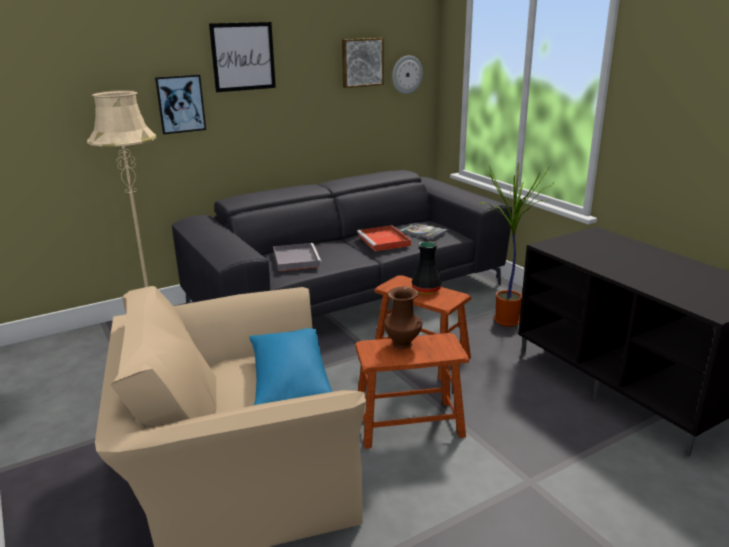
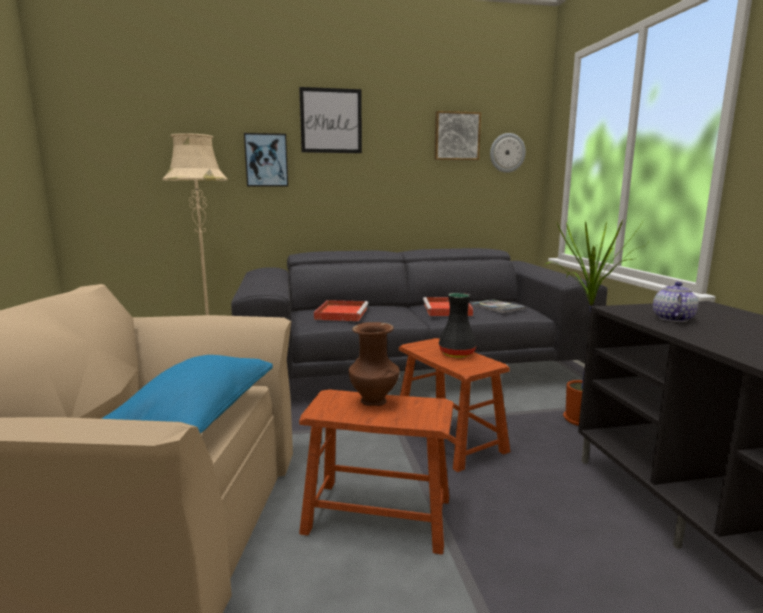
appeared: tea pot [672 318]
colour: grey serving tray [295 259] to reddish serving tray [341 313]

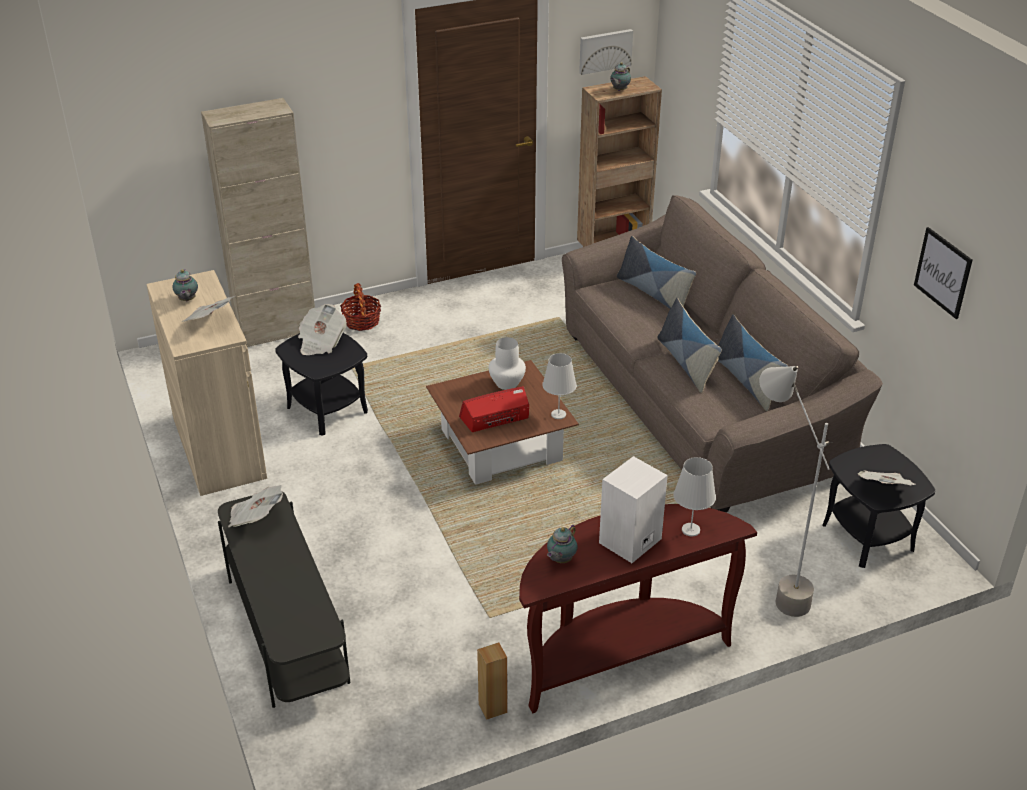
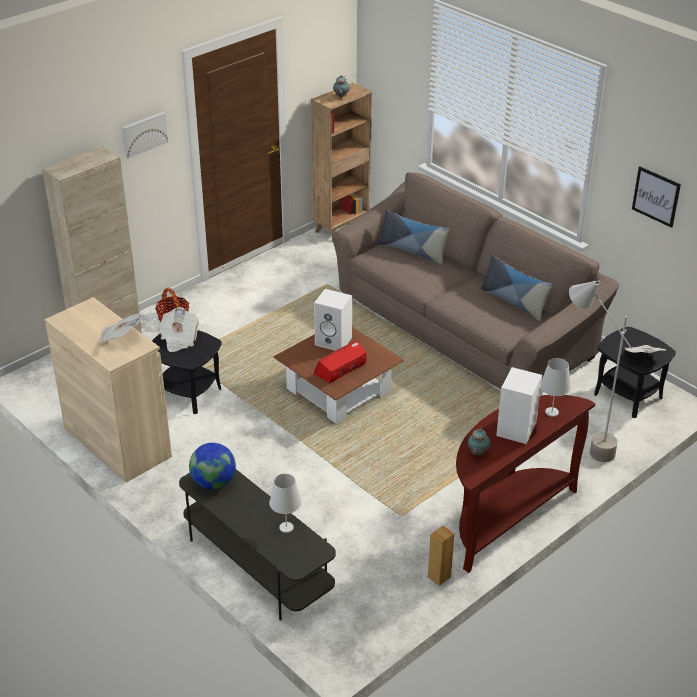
missing: tea pot [187 300]; throw pillow [686 363]
relocated: whitish table lamp [558 414] to [286 527]; wall picture [605 50] to [143 134]
exchanged: newspaper [256 518] to desk globe [213 482]; whitish decorative vase [507 383] to whitish loudspeaker [334 341]

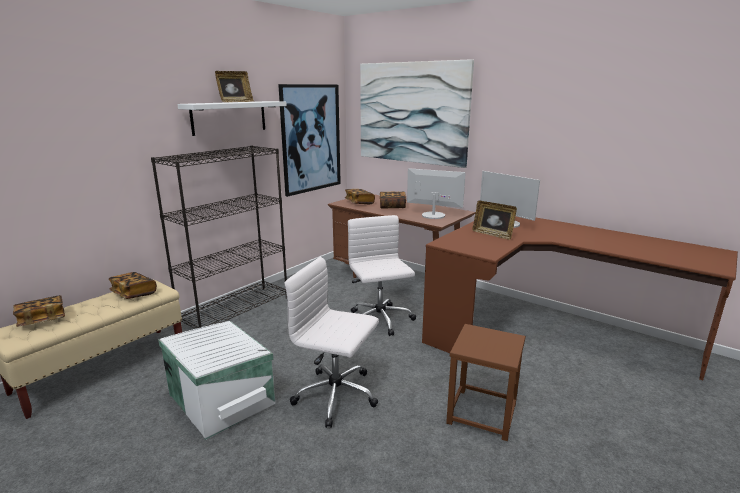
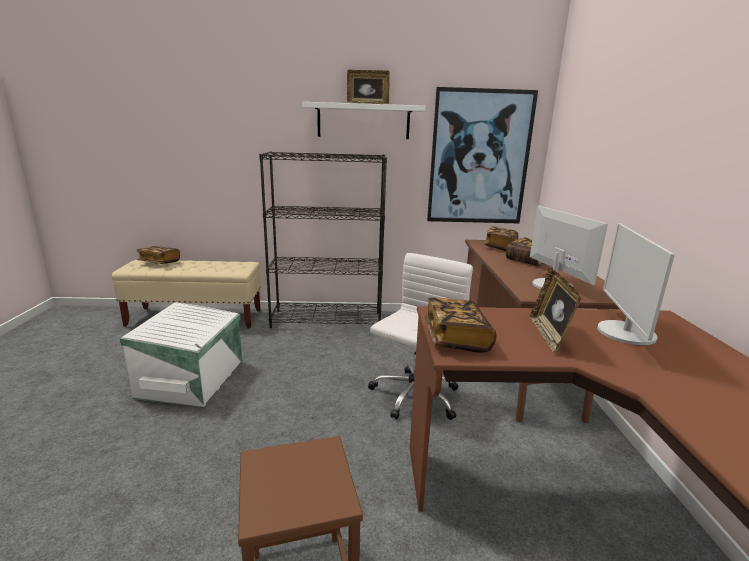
missing: whitish office chair [337 396]; wall picture [412 113]
relocated: bound book [134 293] to [456 339]

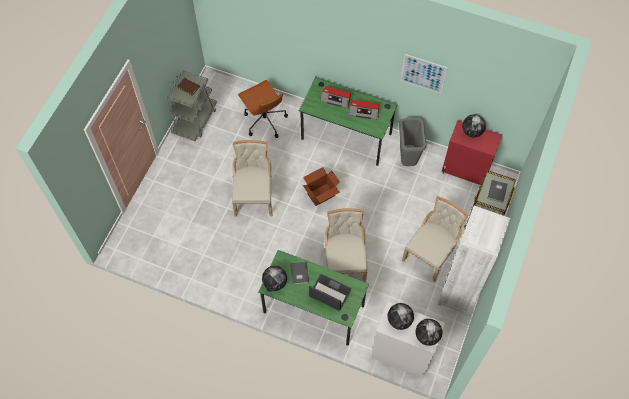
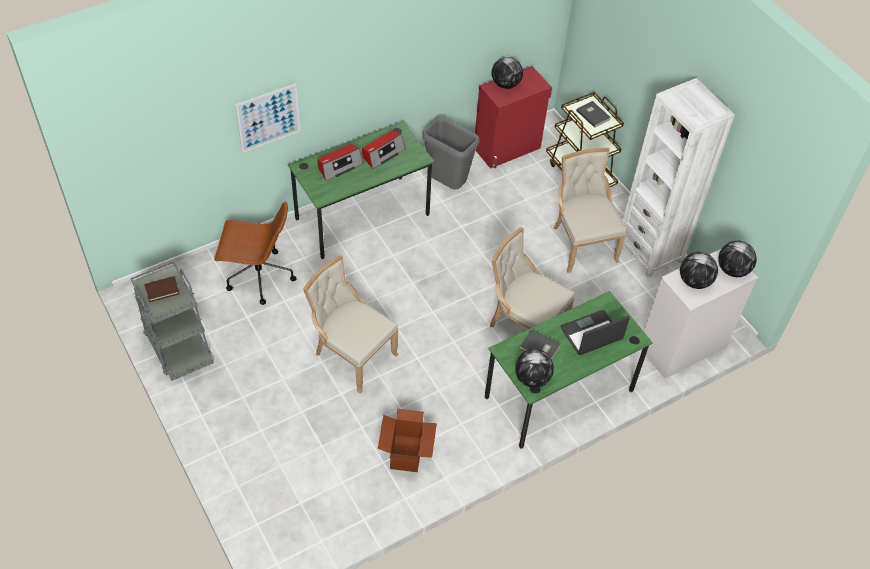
relocated: cardboard box [321 195] to [407 453]; wall picture [423 73] to [268 118]

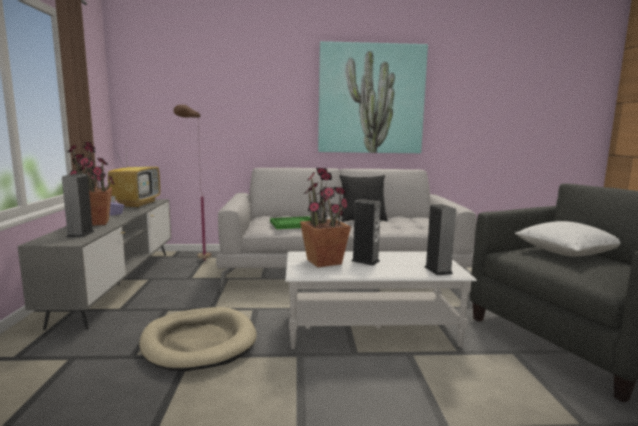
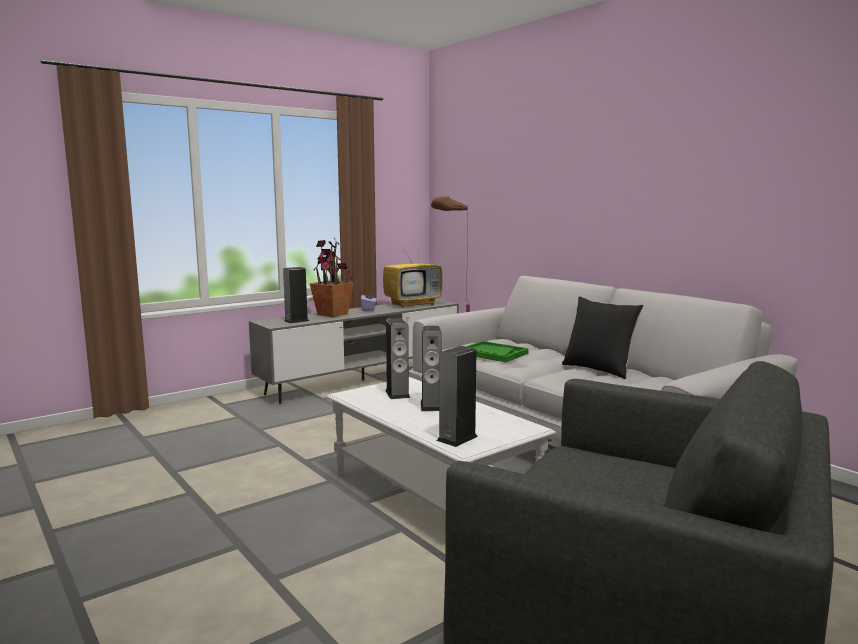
missing: beige pet bed [199 342]; wall picture [371 99]; whitish throw pillow [566 253]
exchanged: potted plant [324 262] to loudspeaker [397 394]

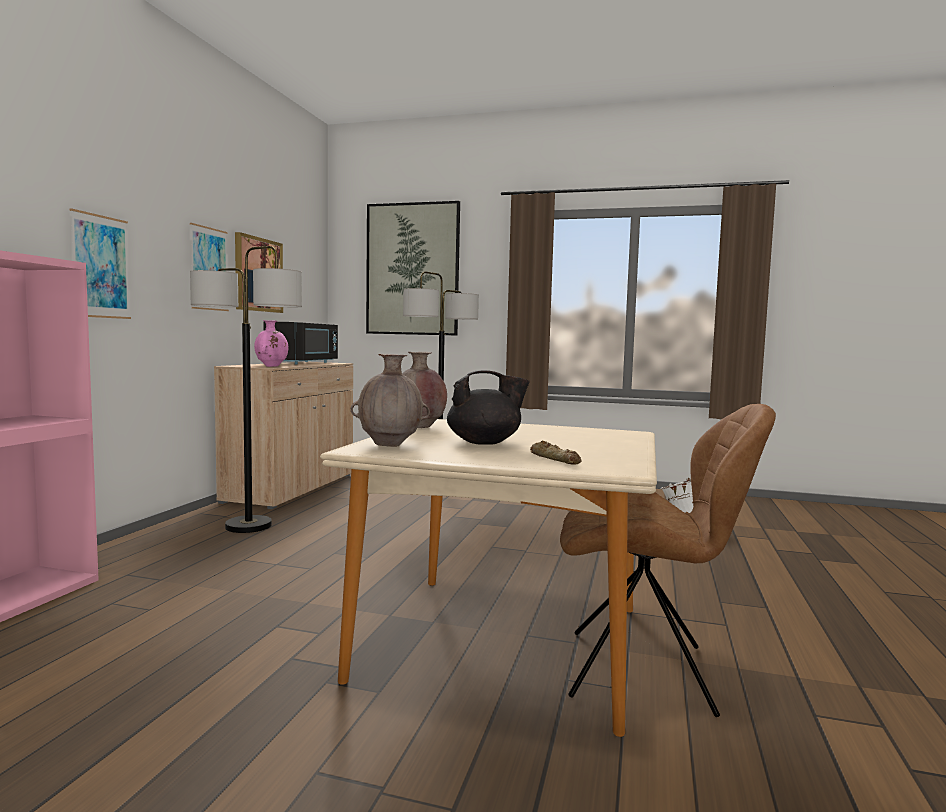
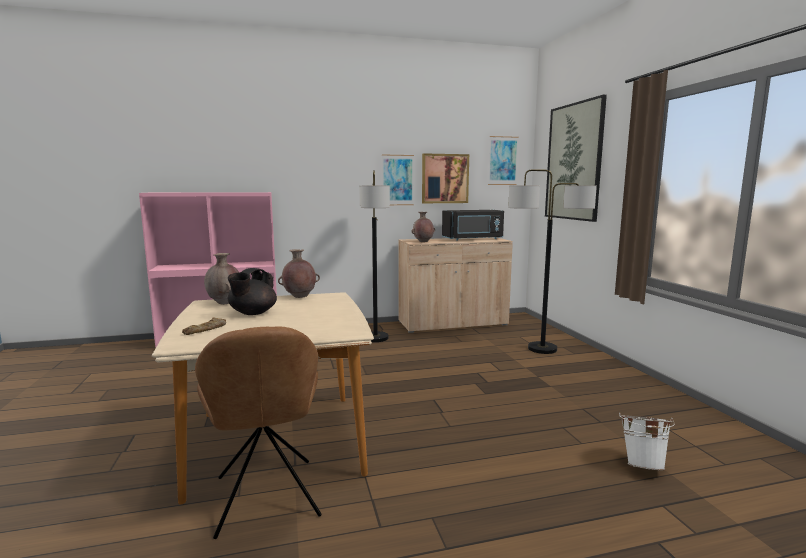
relocated: wall picture [101 267] to [503 160]
colour: pinkish decorative vase [271 366] to brownish decorative vase [423 242]
spun: blackish tea pot [485 443] = [252 313] 60 degrees clockwise

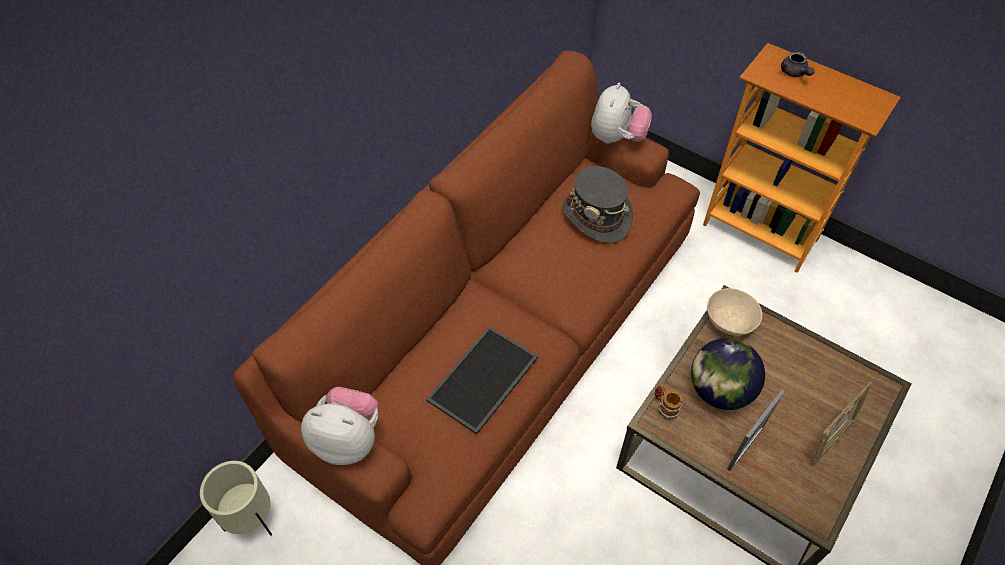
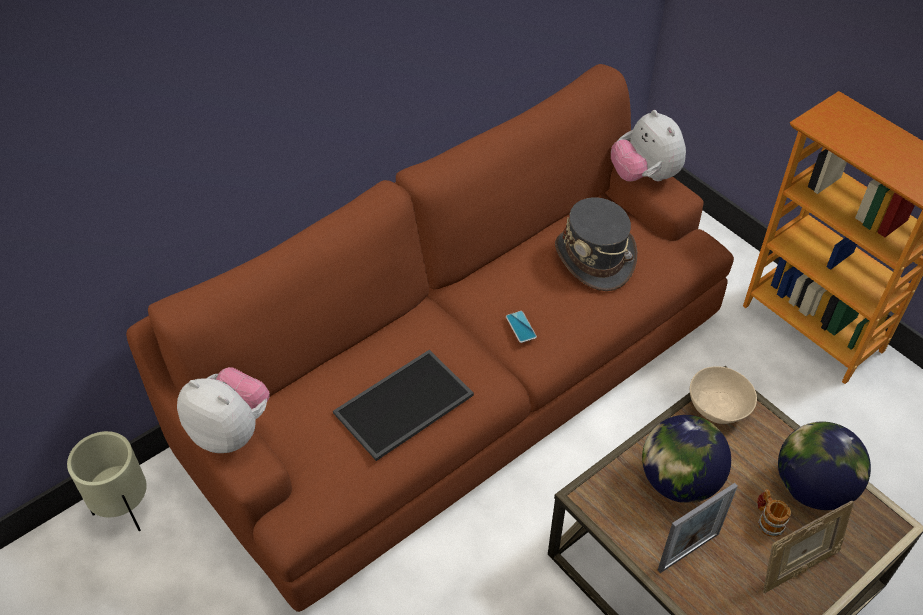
missing: grey tea pot [794 73]
appeared: phone [521 327]; desk globe [812 487]
relocated: tea mug [665 407] to [767 520]
spun: soft toy [617 138] = [644 176] 120 degrees clockwise

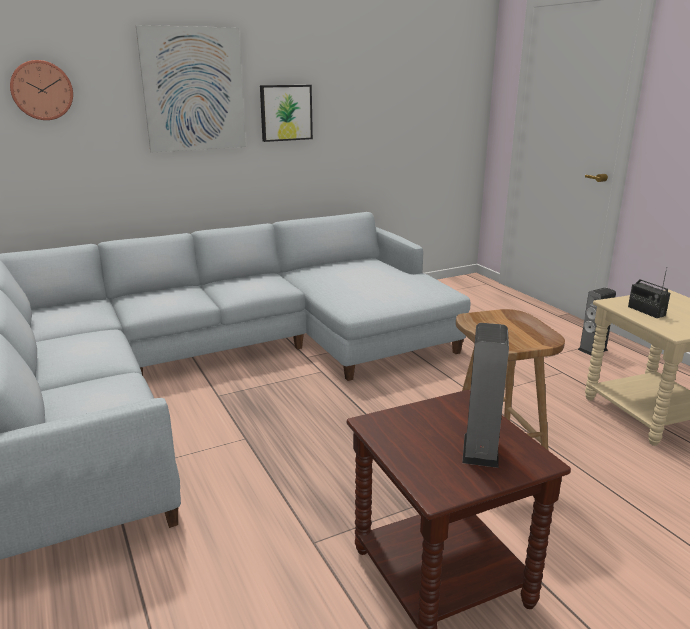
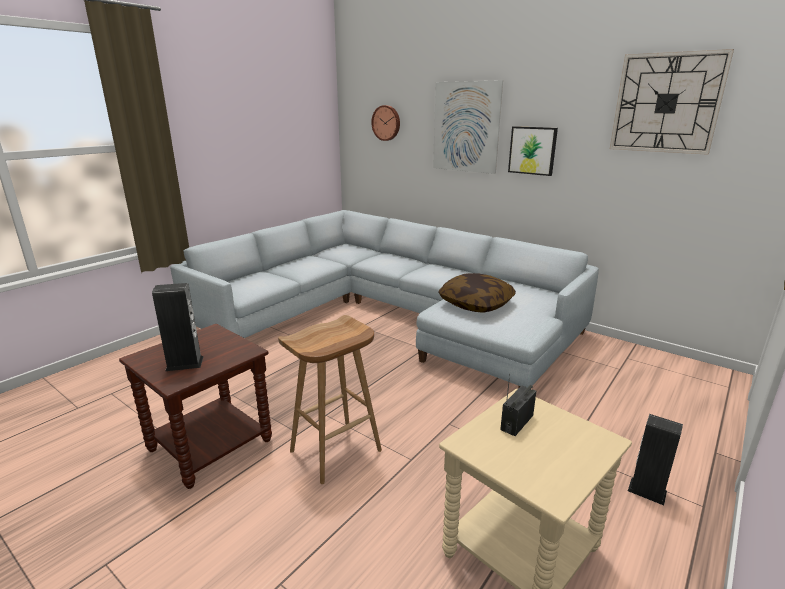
appeared: throw pillow [476 304]; clock on the wall [666 103]

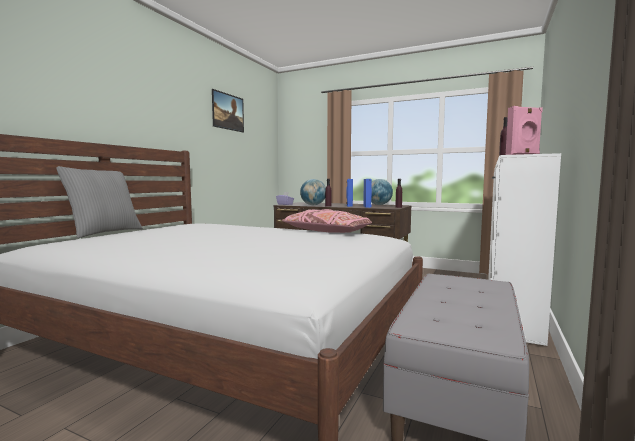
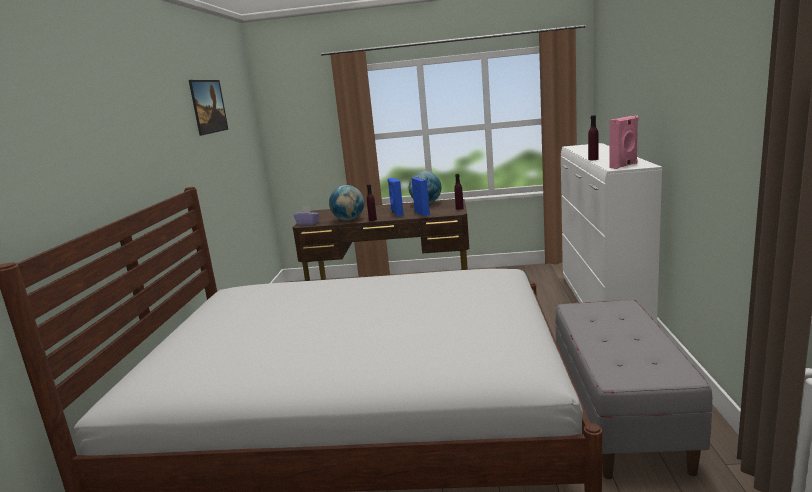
missing: grey throw pillow [104 233]; pinkish throw pillow [326 231]

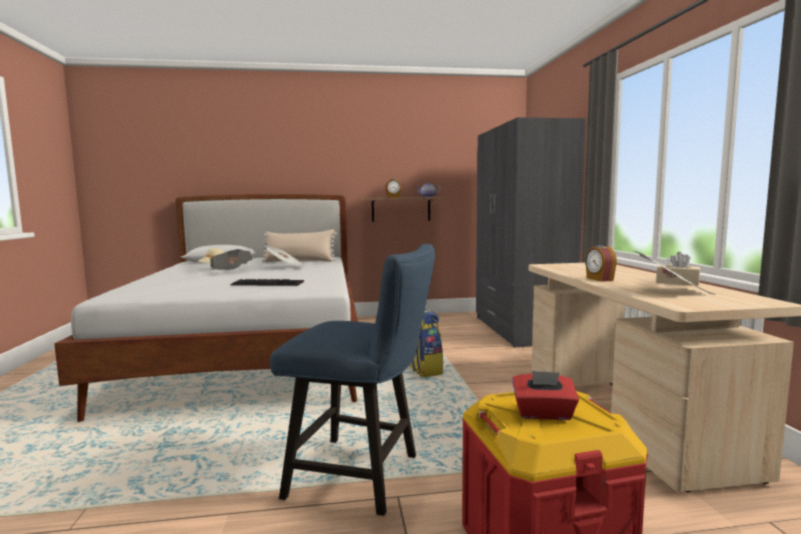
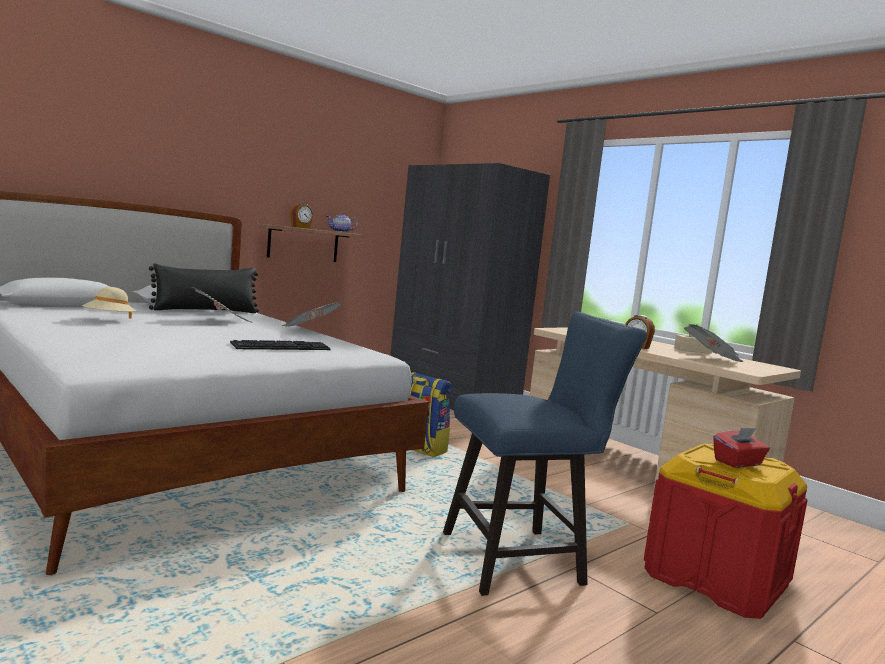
relocated: newspaper [231 272] to [310 330]
colour: beige throw pillow [299 261] to blackish throw pillow [205 311]

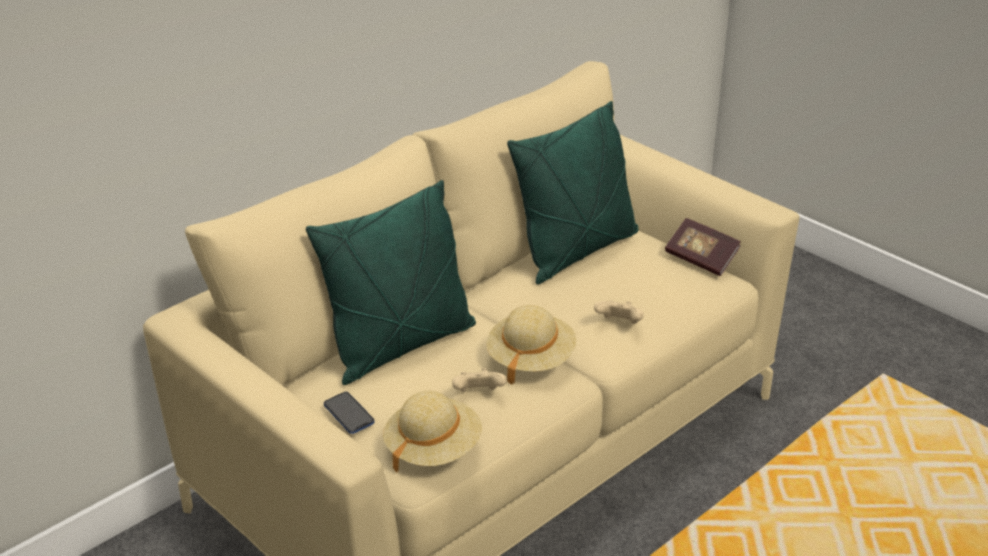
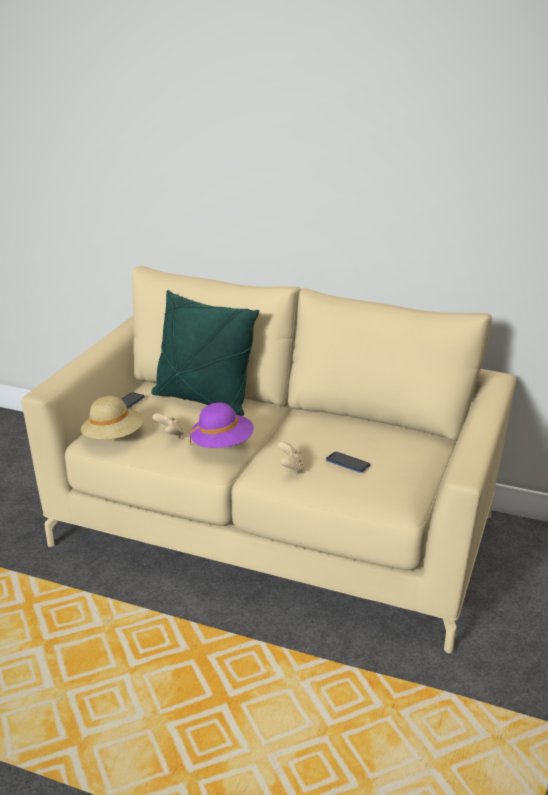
missing: green-coloured throw pillow [576 251]; bound book [701 259]
appeared: phone [347 463]
colour: beige clothing hat [530 359] to purple clothing hat [222 444]

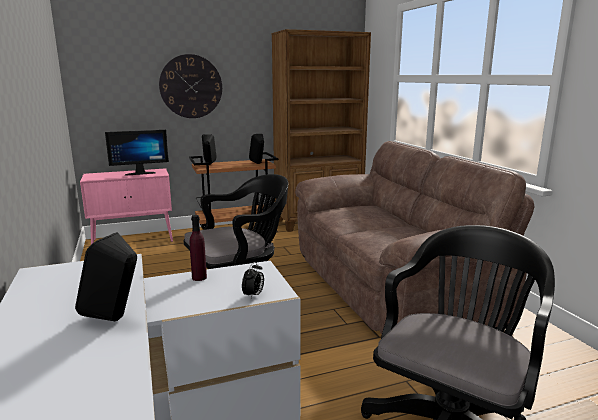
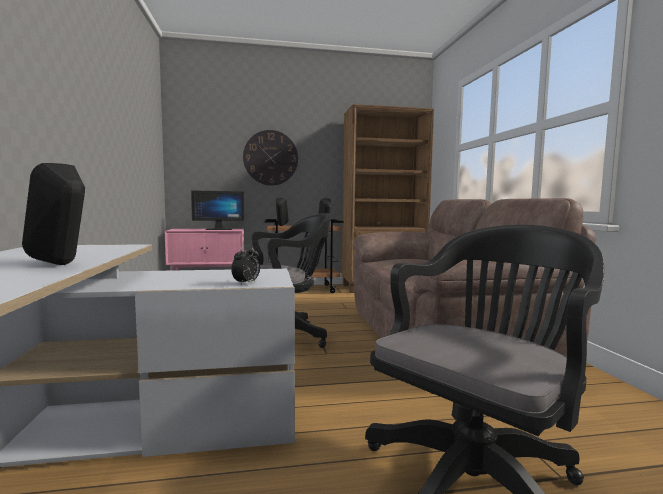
missing: purple bottle [199 277]

